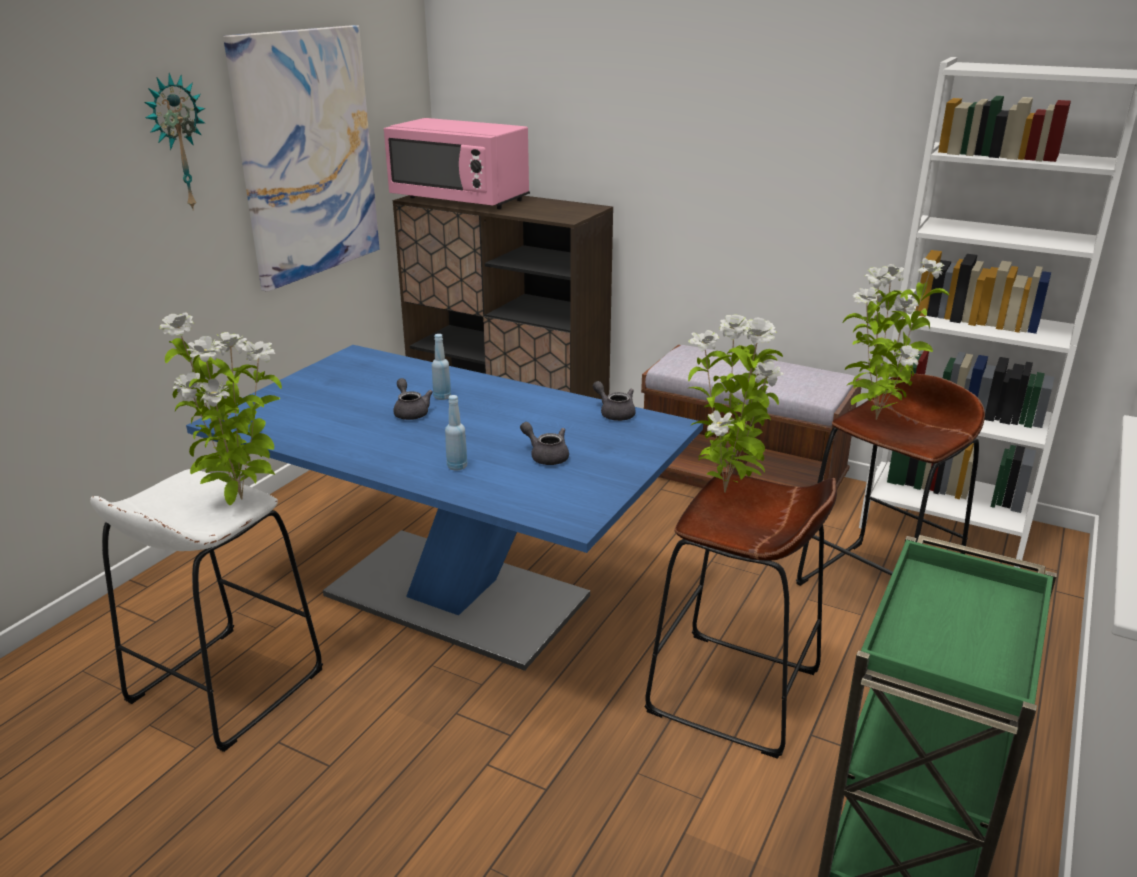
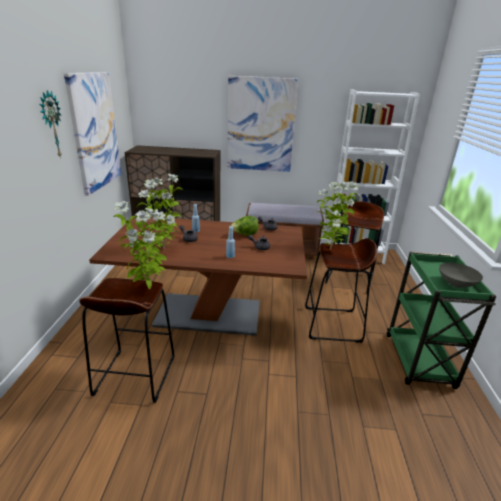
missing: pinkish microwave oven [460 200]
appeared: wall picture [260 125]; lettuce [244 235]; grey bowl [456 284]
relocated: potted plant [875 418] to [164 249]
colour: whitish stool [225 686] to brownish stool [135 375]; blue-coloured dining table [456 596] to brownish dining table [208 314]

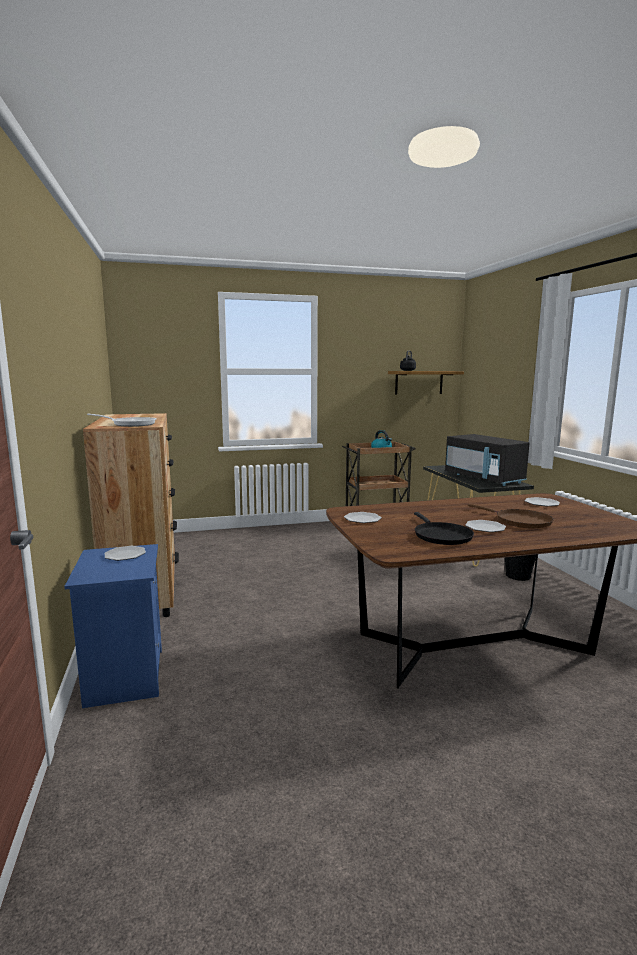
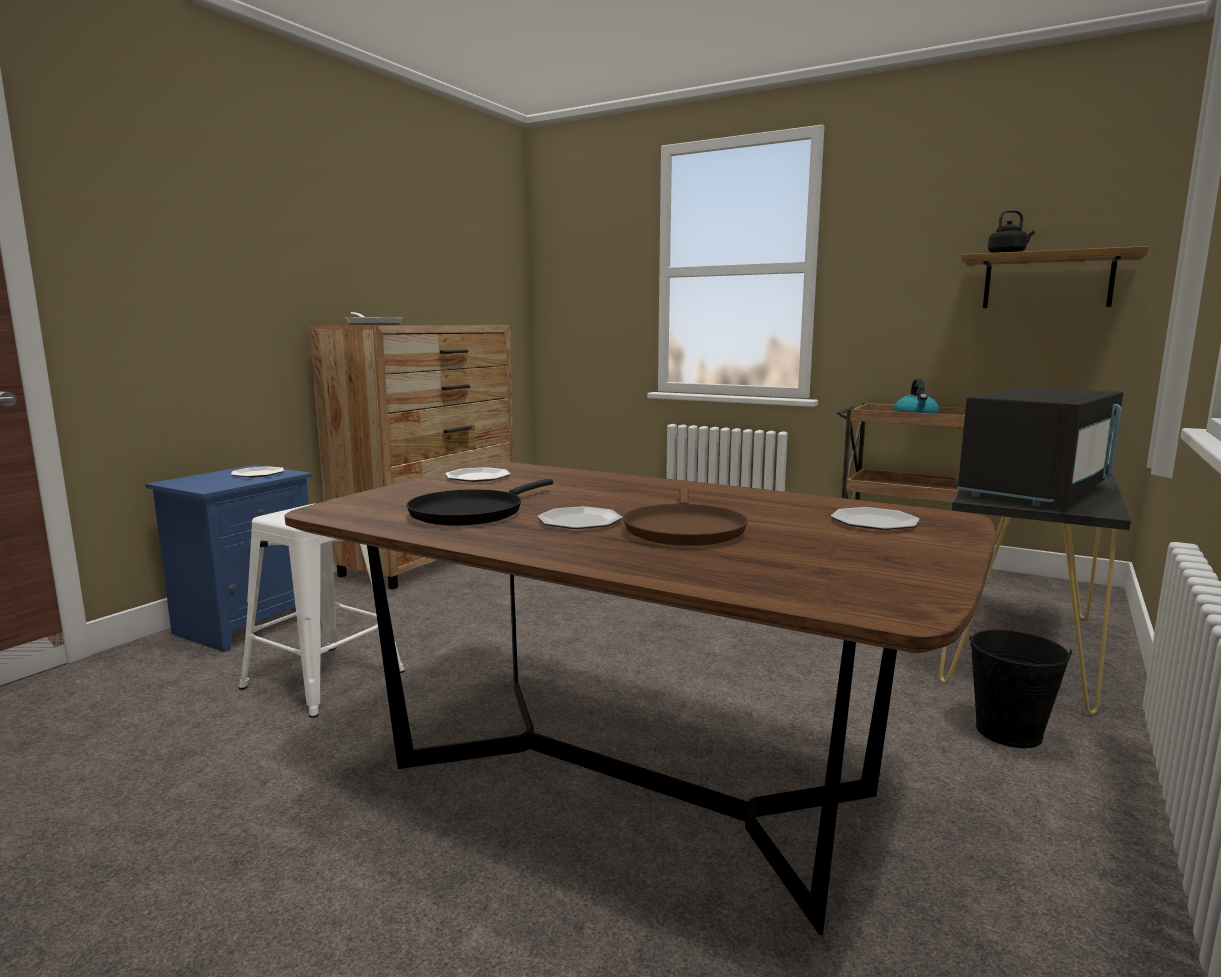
appeared: whitish stool [324 678]
spun: blackish microwave oven [483 479] = [1037 491] 150 degrees counterclockwise

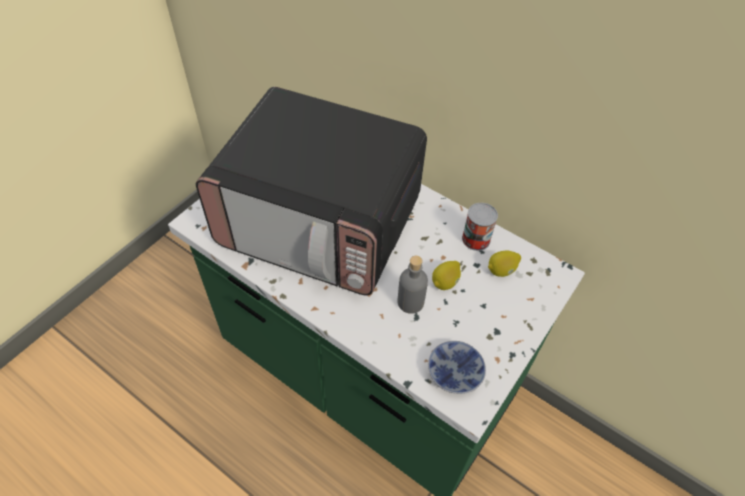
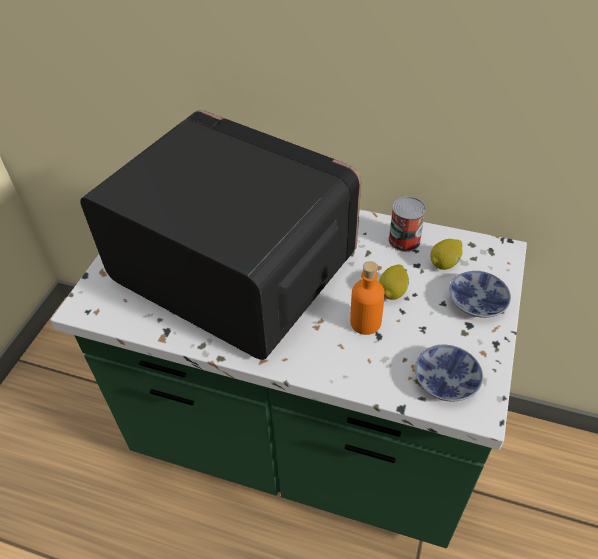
appeared: bowl [475 304]
colour: grey bottle [410 302] to orange bottle [365 322]
spun: microwave oven [321 223] = [232 270] 150 degrees counterclockwise

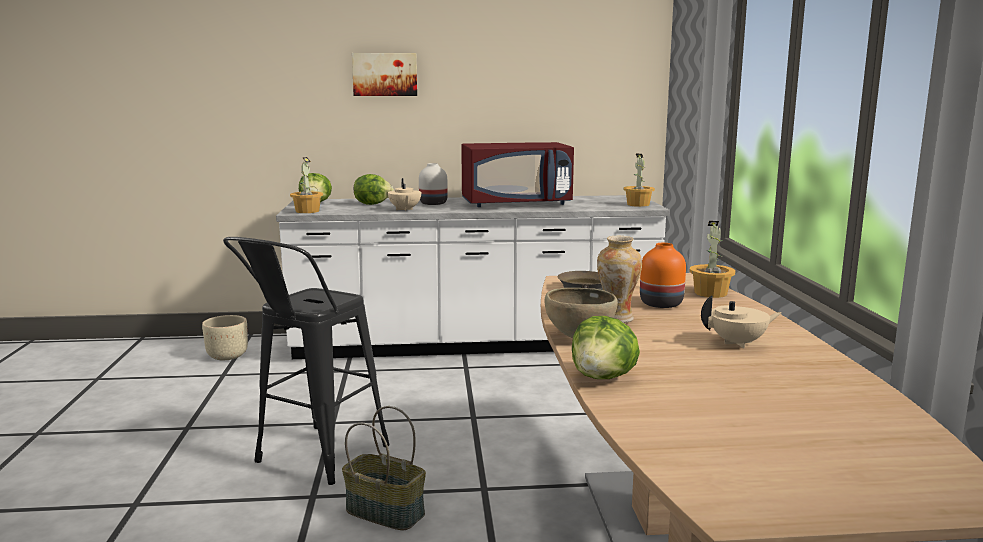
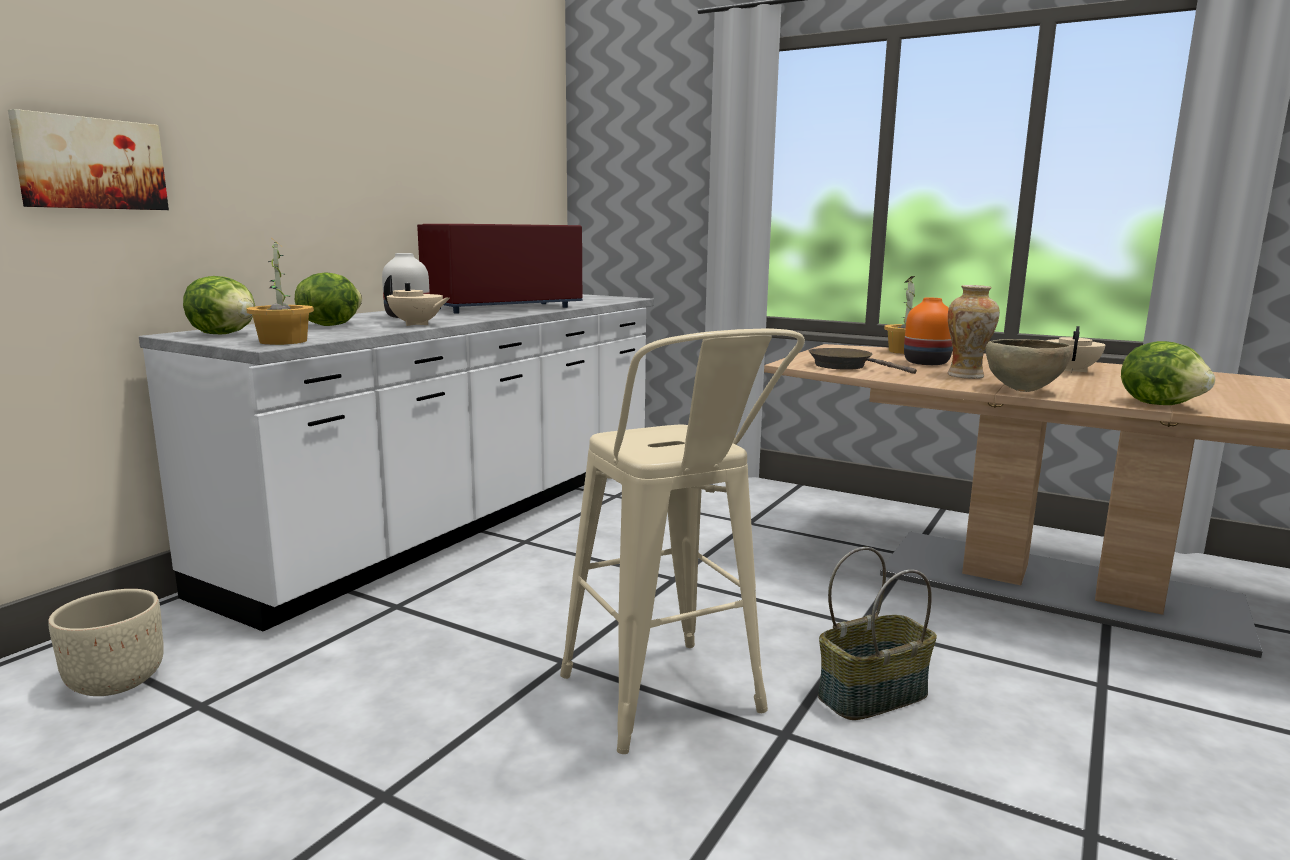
missing: potted plant [638 204]
relocated: wall picture [385 74] to [91 163]
colour: blackish stool [313 460] to beige stool [670 705]
spun: reddish microwave oven [516 203] = [502 307] 150 degrees counterclockwise

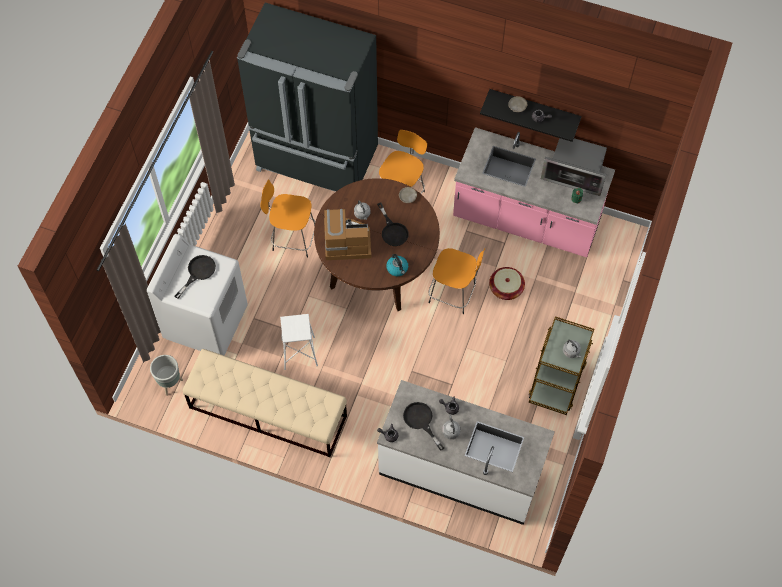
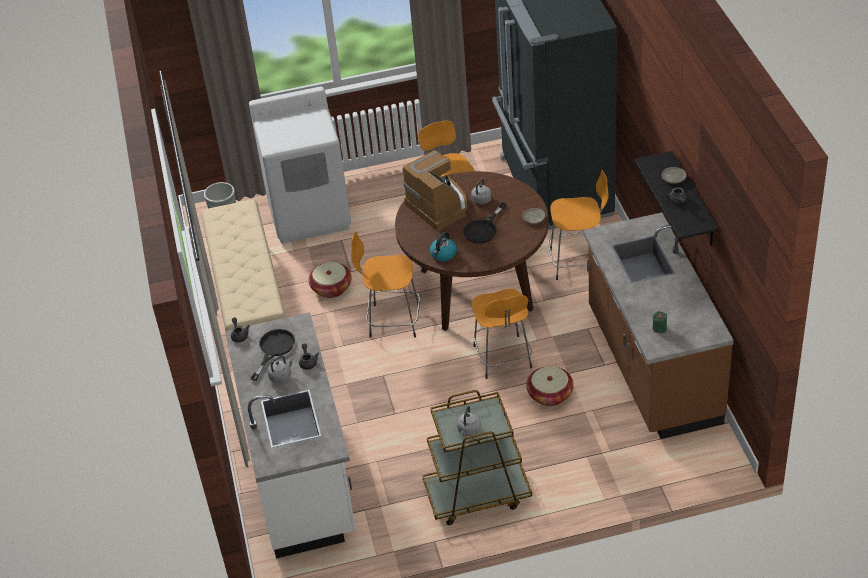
missing: blackish skillet [198 272]; microwave oven [574 174]
appeared: orange stool [392 321]
exchanged: whitish stool [299 353] to storage basket [331 288]
colour: pinkish counter [526 219] to brownish counter [651 366]

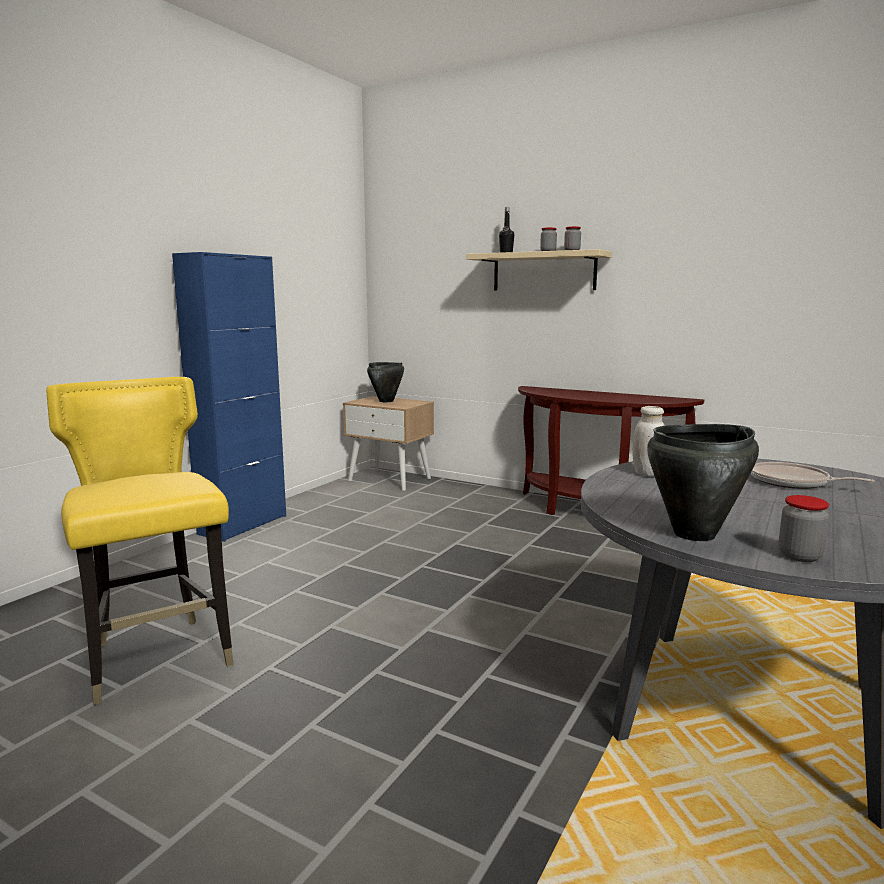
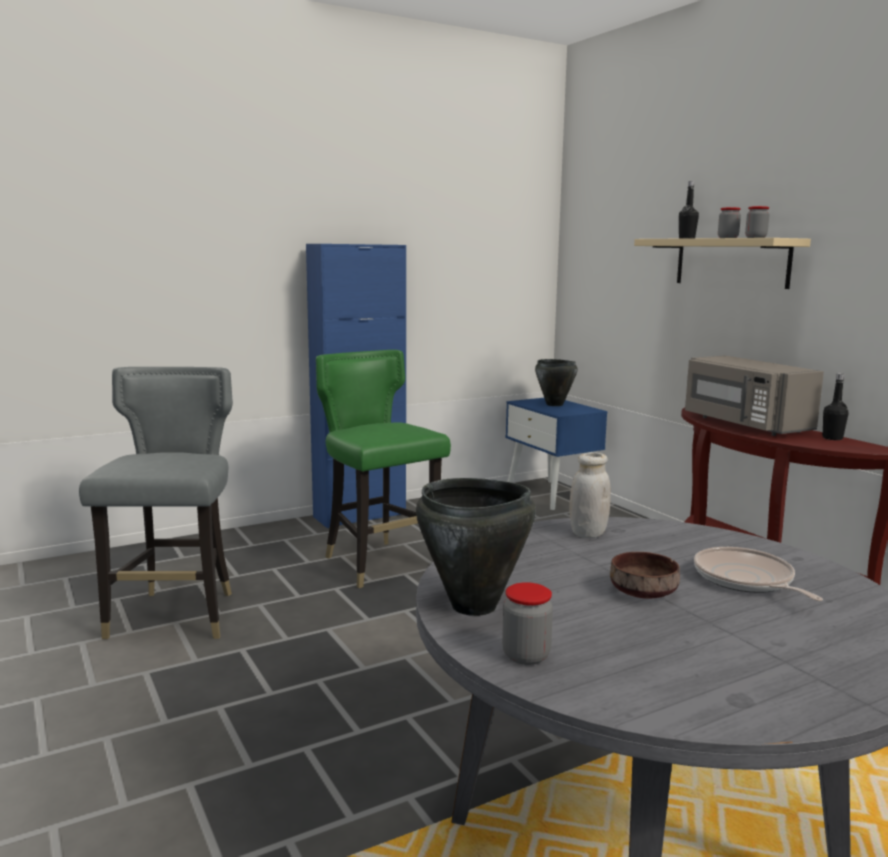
appeared: green-coloured upright chair [380 564]; brownish bowl [641 592]; grey microwave oven [744 424]; blackish bottle [832 438]
colour: yellow-coloured upright chair [158 658] to grey upright chair [176 617]; beige bedside table [390 479] to blue-coloured bedside table [552 494]

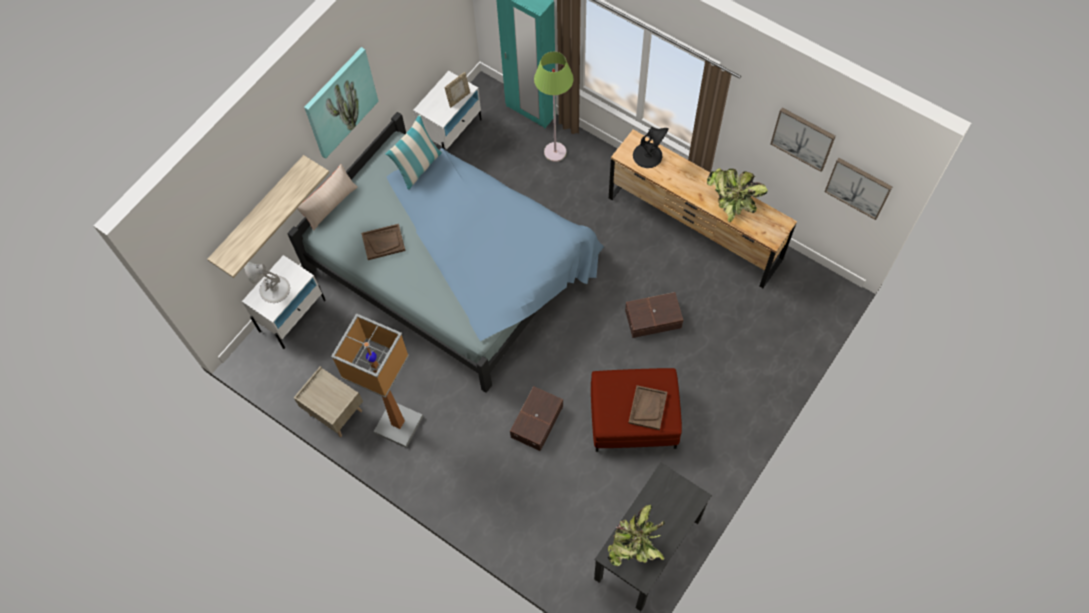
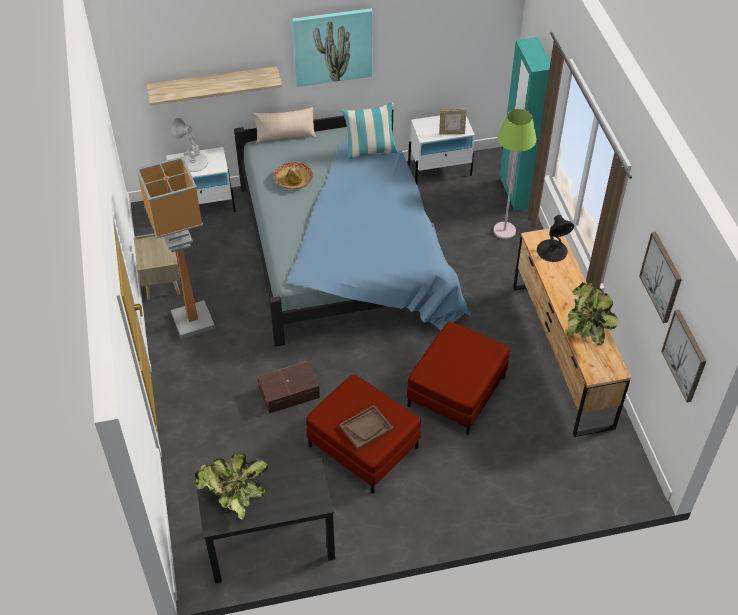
exchanged: brownish serving tray [383 242] to clothing hat [293 179]; brownish storage container [653 319] to reddish pouffe [456 392]

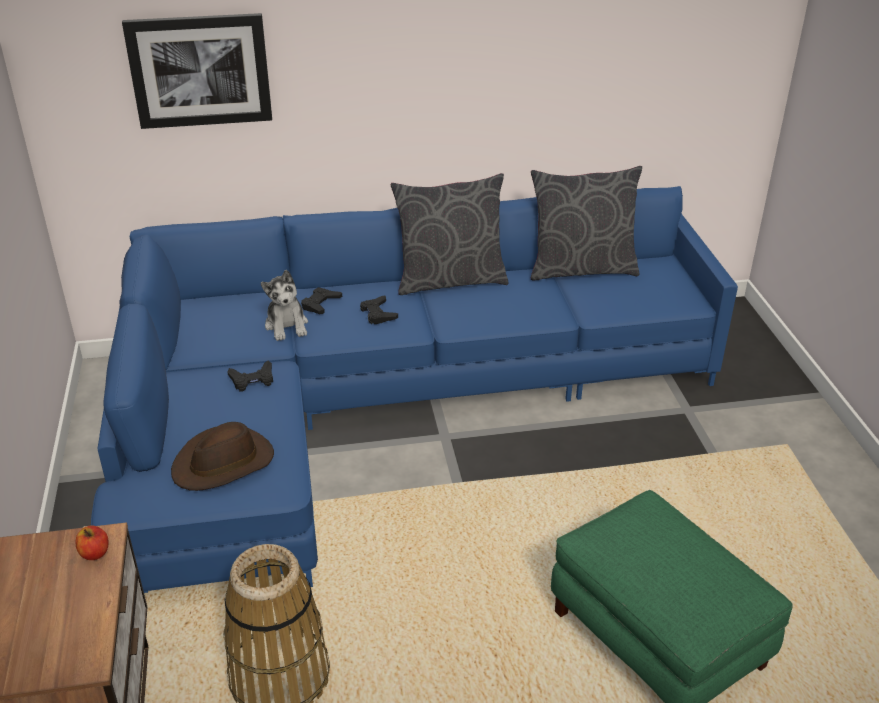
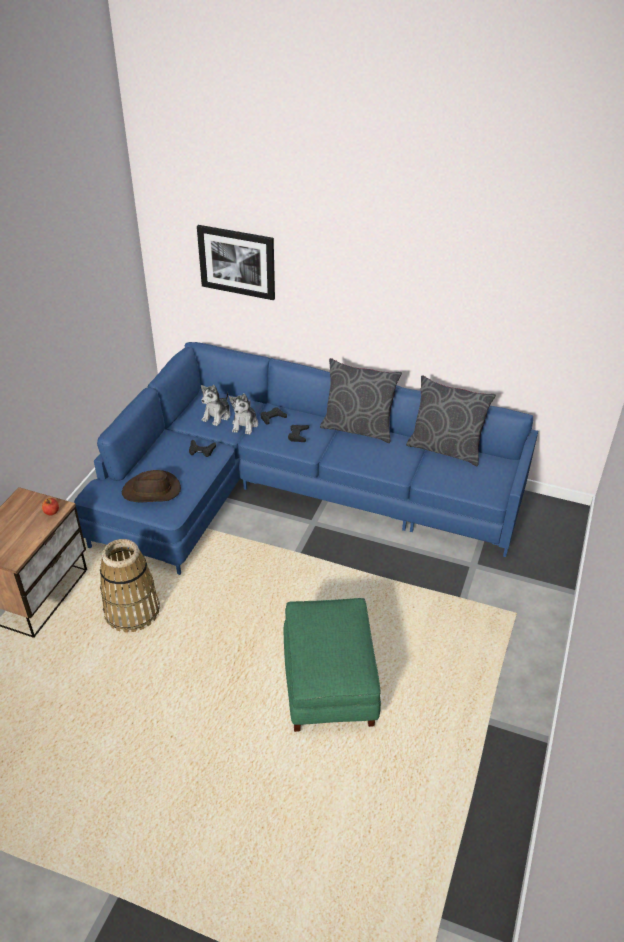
appeared: soft toy [217 416]

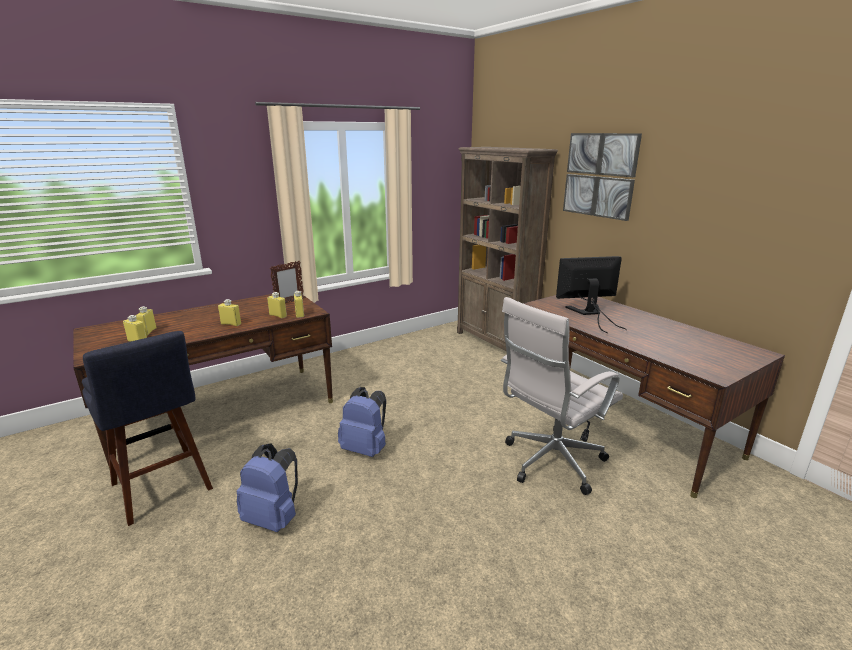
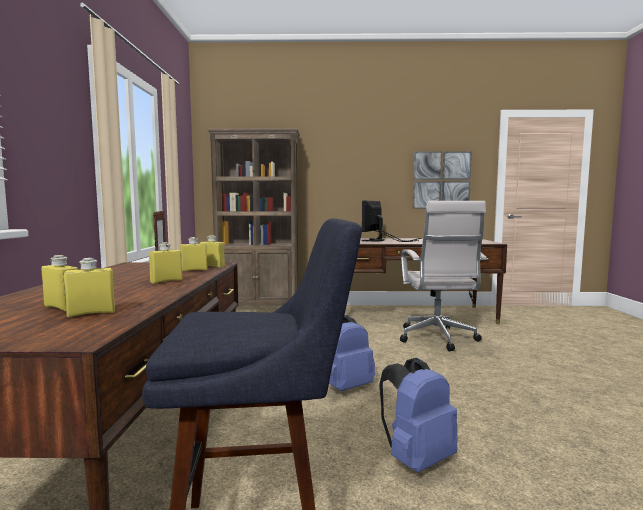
relocated: wall picture [600 175] to [441 180]

